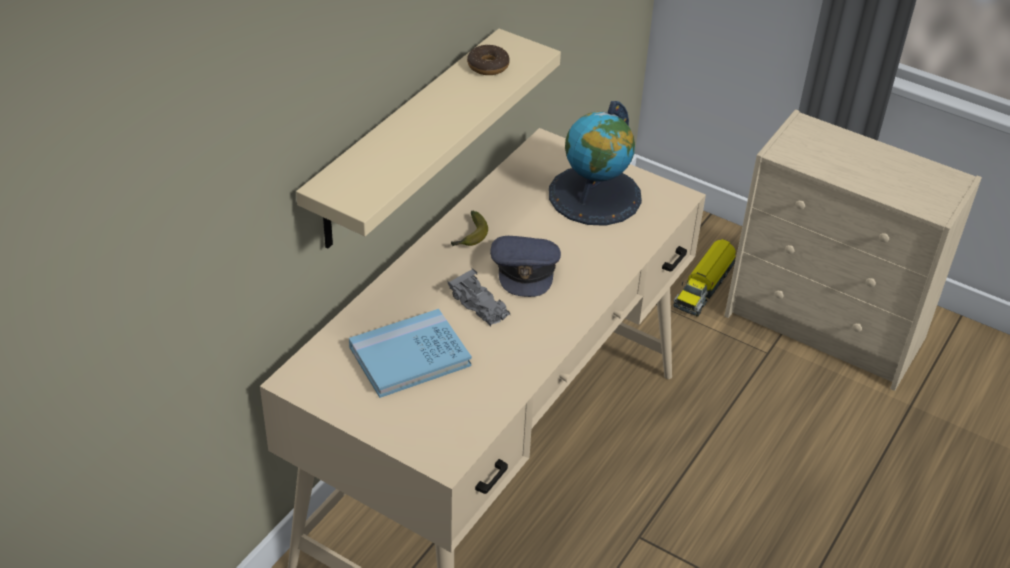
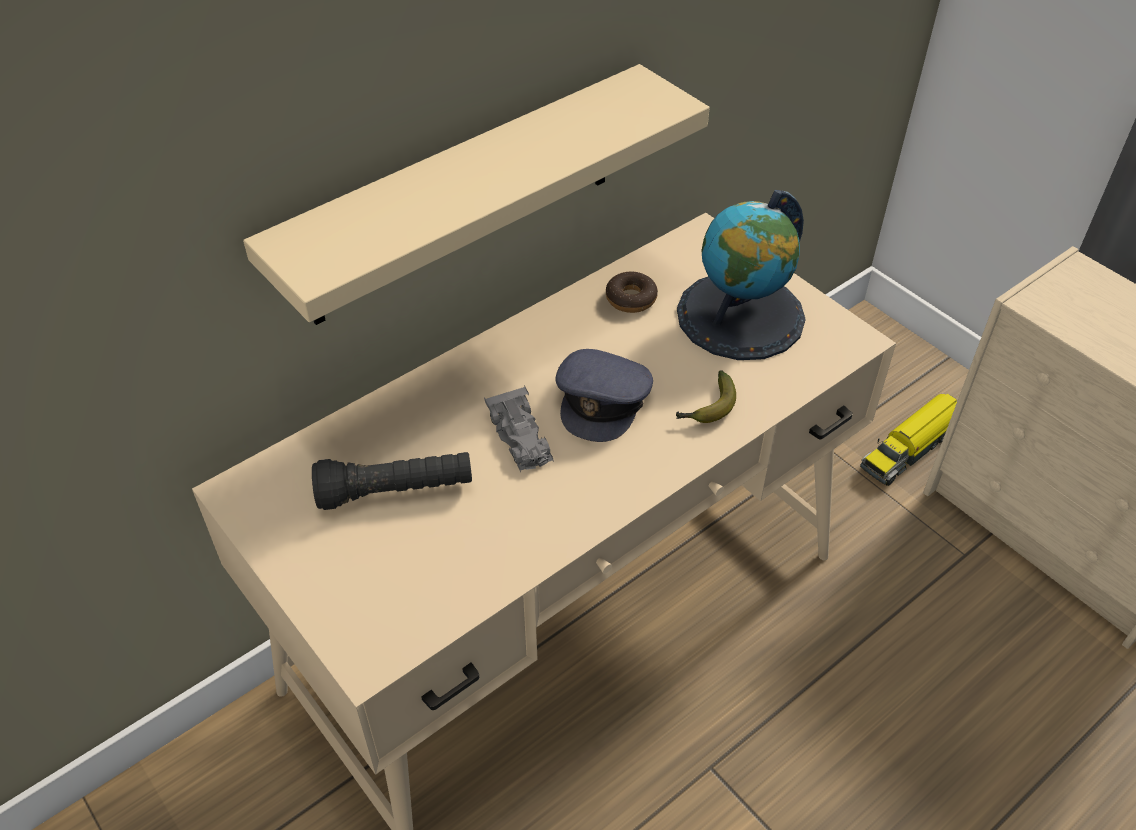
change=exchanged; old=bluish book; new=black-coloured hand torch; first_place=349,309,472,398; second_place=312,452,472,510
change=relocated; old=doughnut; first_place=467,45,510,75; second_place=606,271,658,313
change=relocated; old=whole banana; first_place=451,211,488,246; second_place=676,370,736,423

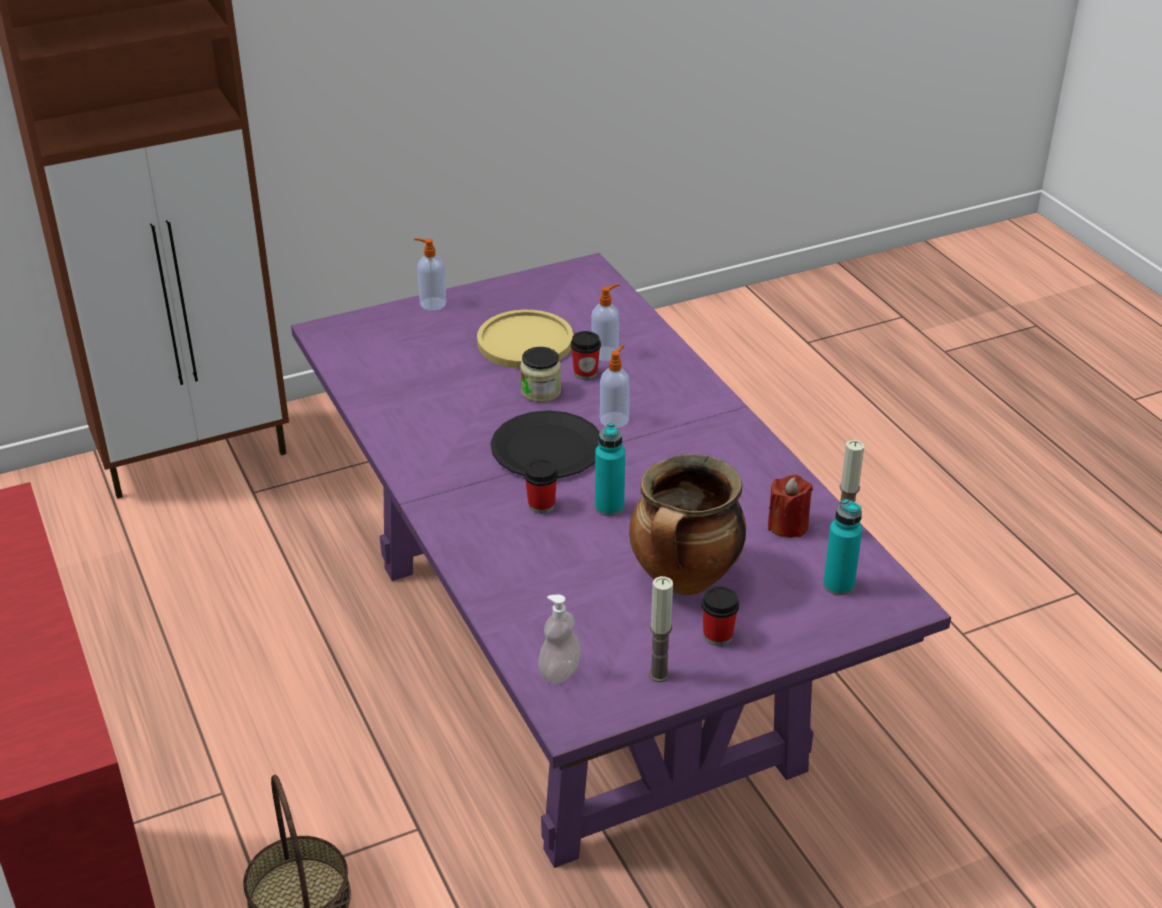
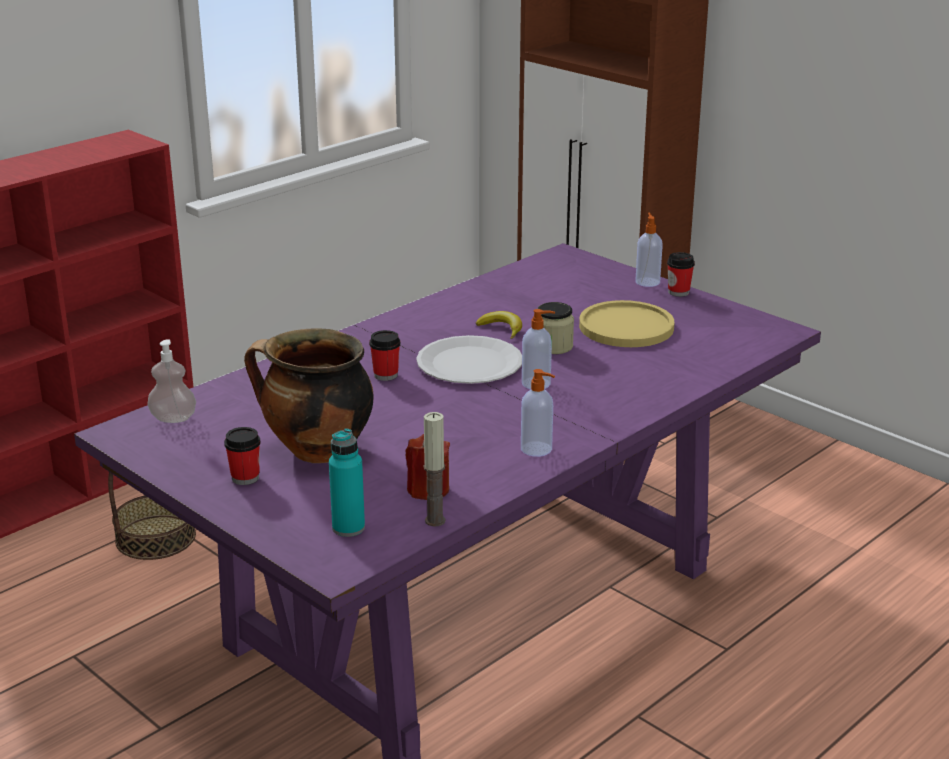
change=colour; old=black-coloured dinner plate; new=whitish dinner plate; first_place=491,410,600,478; second_place=416,335,522,384
change=appeared; new=whole banana; second_place=476,311,522,339
change=relocated; old=liquid soap bottle; first_place=591,284,620,361; second_place=521,369,555,457
change=relocated; old=drinking cup; first_place=571,331,601,380; second_place=667,252,695,297
change=missing; old=turquoise beverage bottle; first_place=595,423,625,516
change=missing; old=wax light; first_place=648,576,673,682

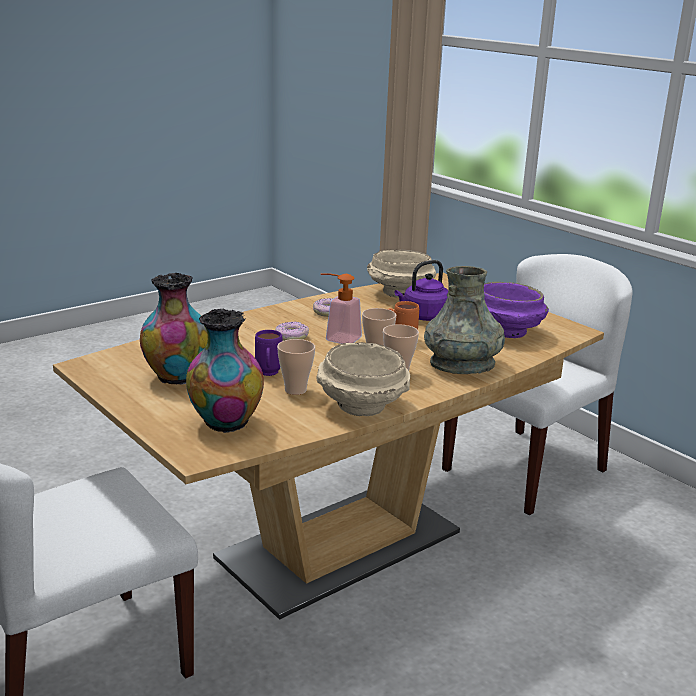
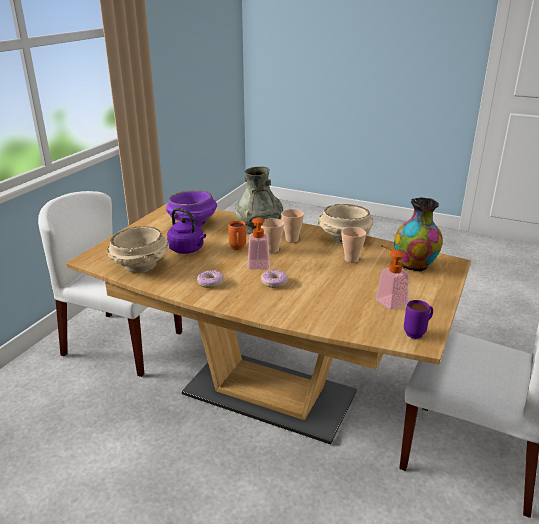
change=exchanged; old=vase; new=liquid soap bottle; first_place=140,273,208,385; second_place=376,245,409,309
change=relocated; old=purple tea mug; first_place=255,330,283,376; second_place=404,300,433,339

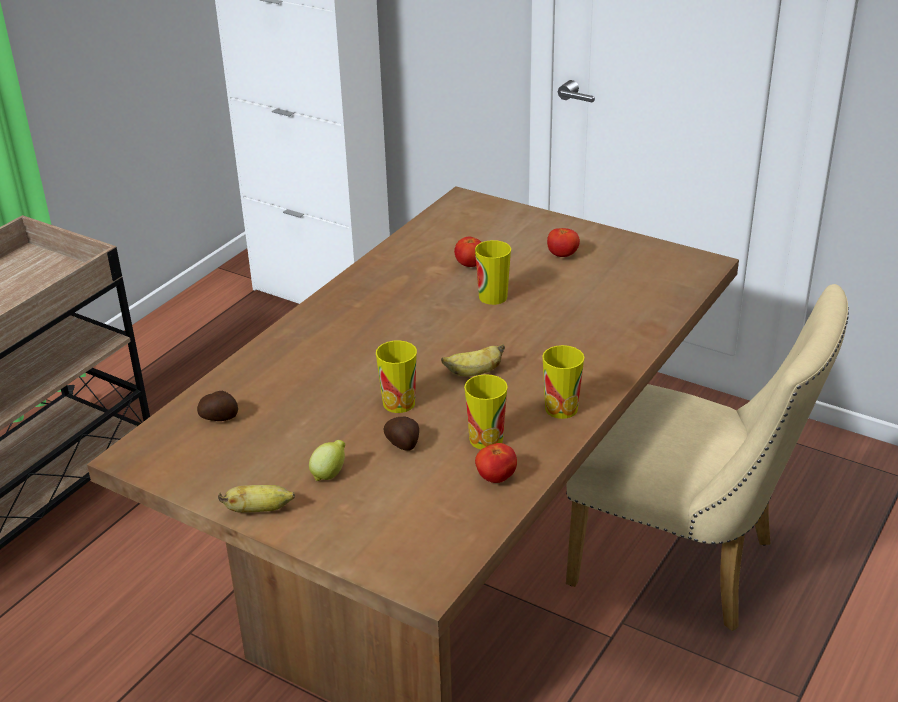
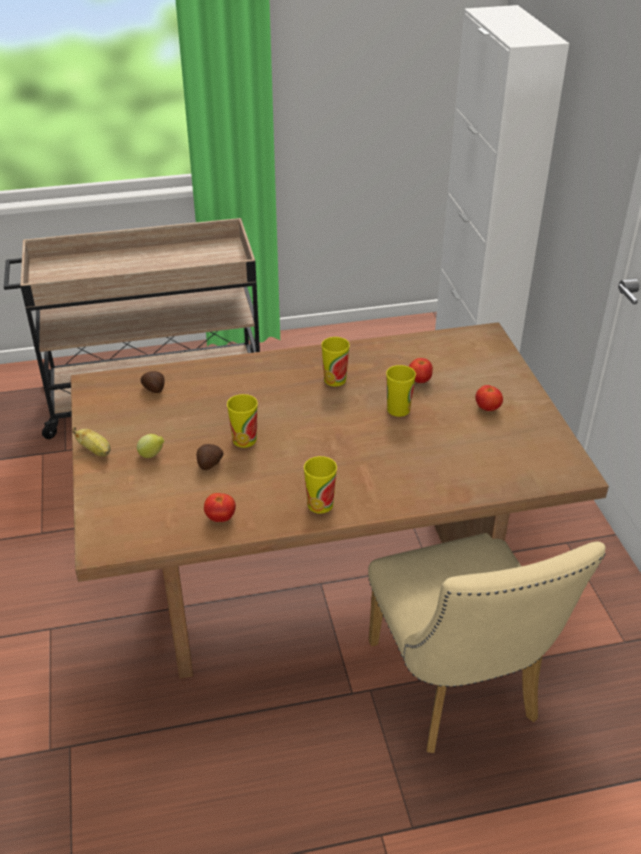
change=relocated; old=drinking cup; first_place=464,374,508,449; second_place=321,337,350,386
change=missing; old=whole banana; first_place=441,344,505,376

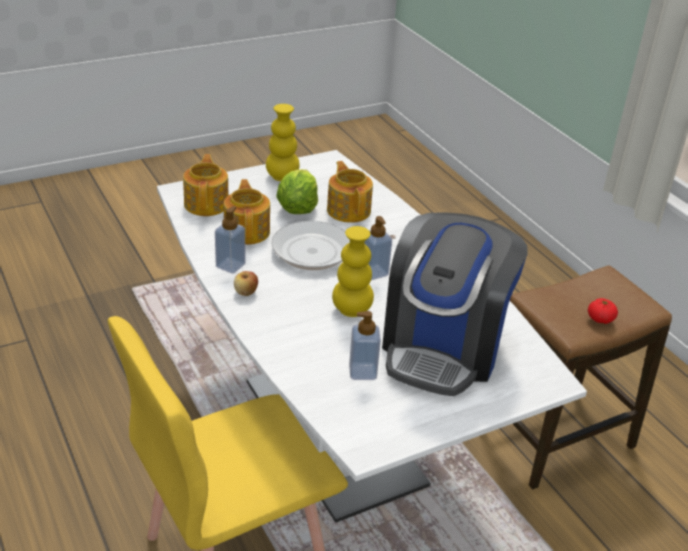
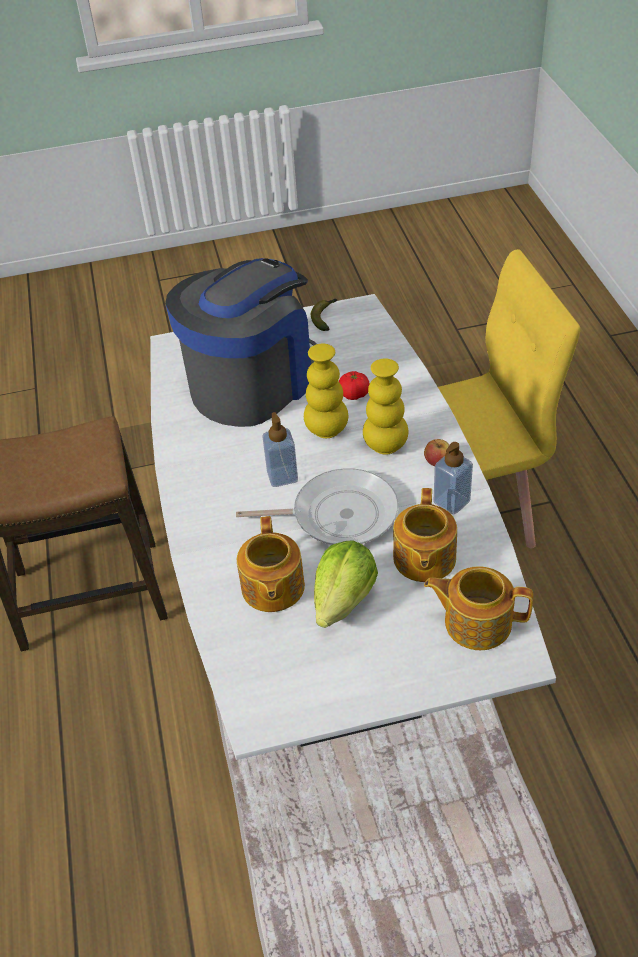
change=appeared; new=whole banana; second_place=311,299,338,331
change=relocated; old=whole tomato; first_place=588,298,618,324; second_place=339,371,370,400
change=relocated; old=yellowish vase; first_place=266,104,300,181; second_place=363,358,409,454
change=spun; old=teapot; first_place=183,154,229,216; second_place=424,566,533,650; degrees=90
change=missing; old=liquid soap bottle; first_place=349,311,381,380

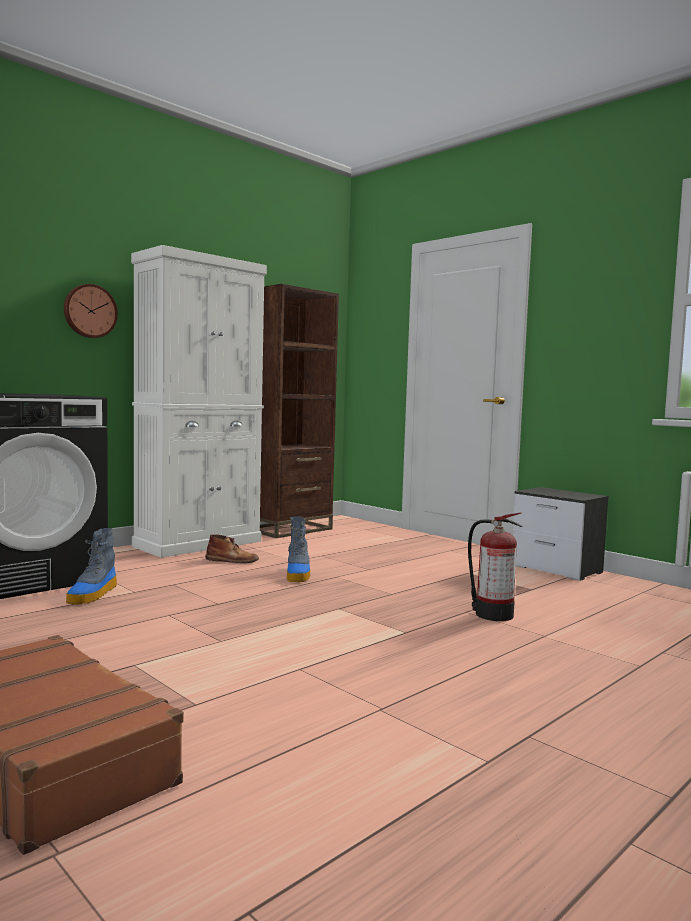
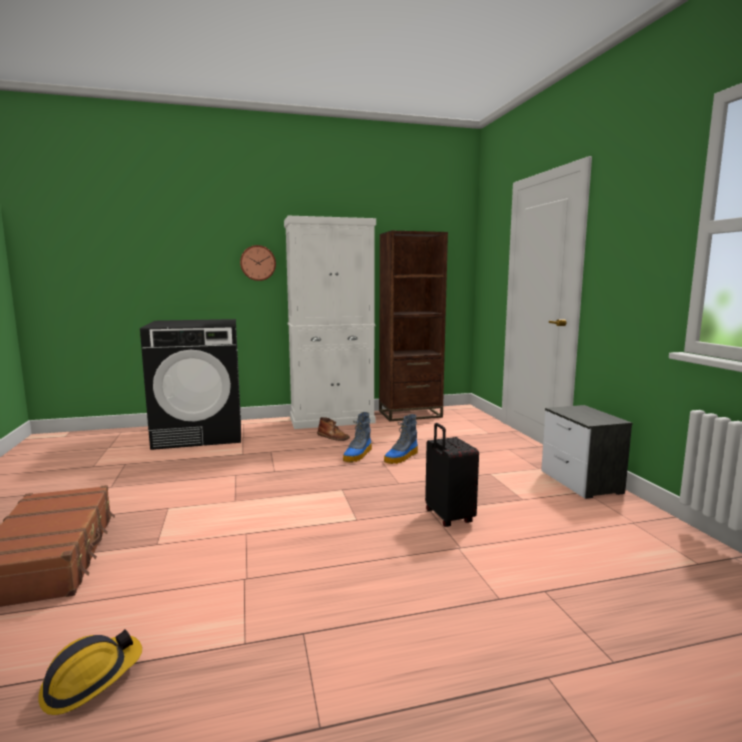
change=appeared; new=hard hat; second_place=39,629,142,715
change=relocated; old=high-top boot; first_place=66,528,117,605; second_place=384,414,418,464
change=exchanged; old=fire-fighting cylinder; new=black-coloured piece of luggage; first_place=468,513,522,621; second_place=425,423,479,527

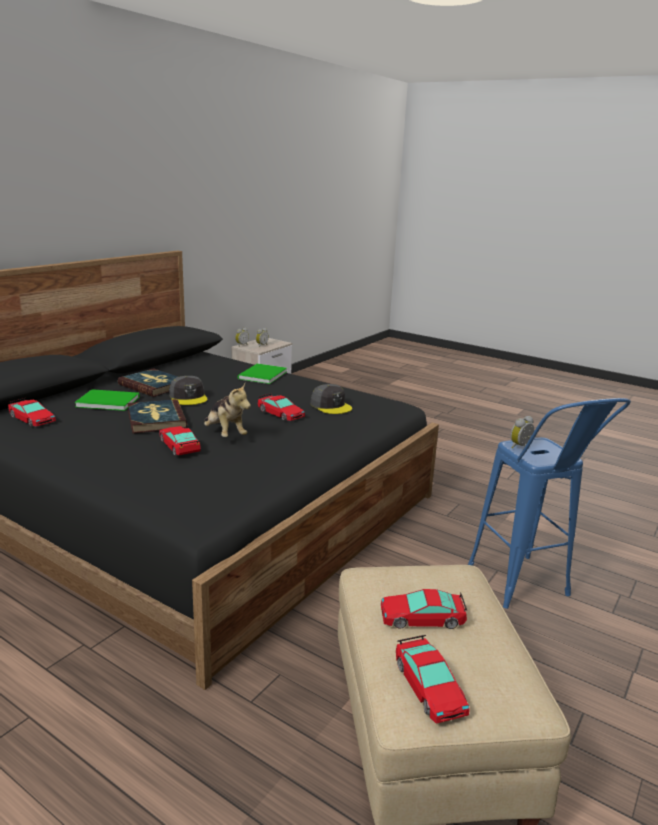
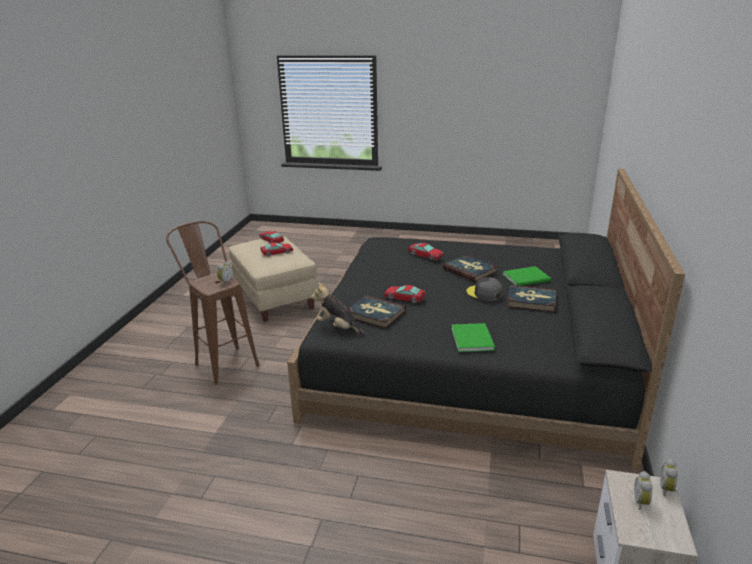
change=colour; old=bluish sitting stool; new=brown-coloured sitting stool; first_place=468,398,631,609; second_place=166,221,260,384
change=relocated; old=soft toy; first_place=204,383,251,437; second_place=311,282,367,336
change=exchanged; old=greyish baseball cap; new=book; first_place=311,384,352,414; second_place=348,295,406,329
change=missing; old=model car; first_place=8,398,56,426

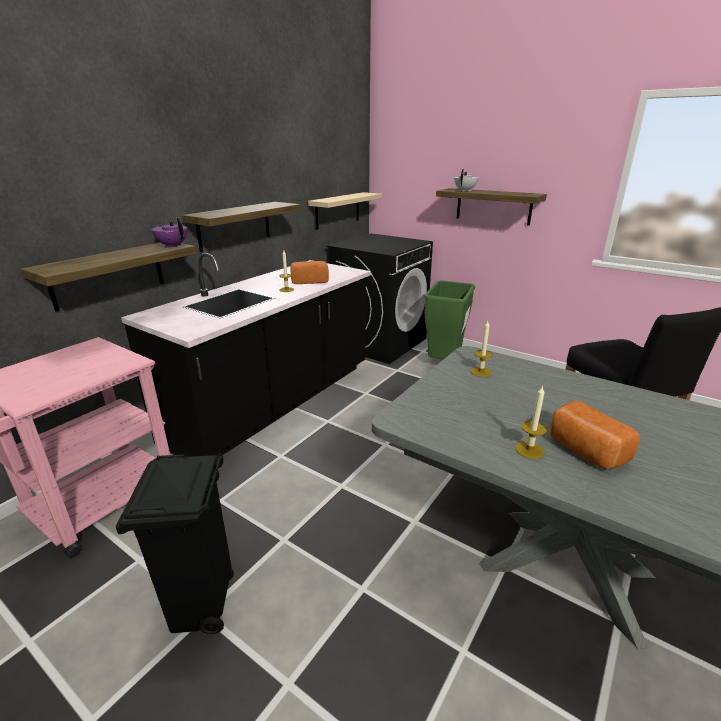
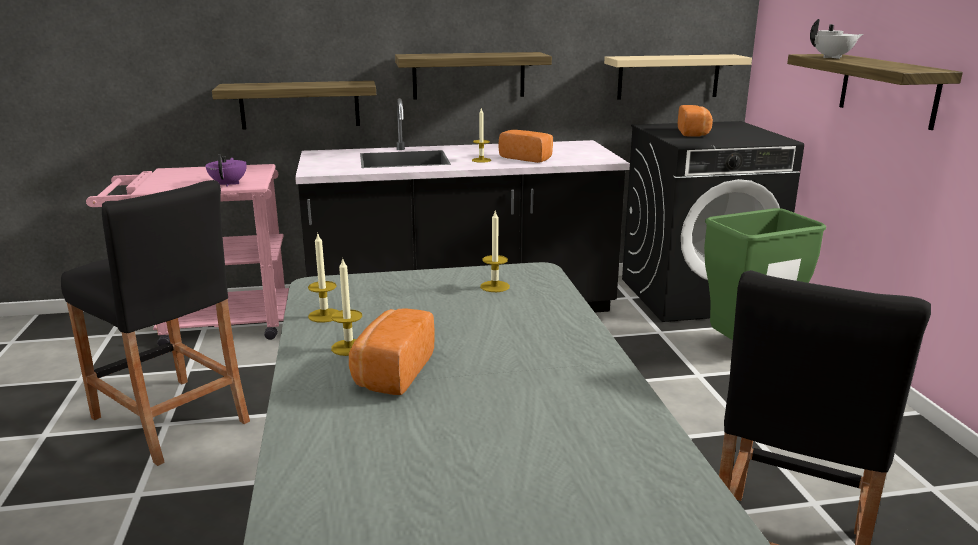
change=exchanged; old=black-coloured rubbish bin; new=black-coloured sitting stool; first_place=116,454,234,634; second_place=61,180,250,466
change=relocated; old=purple teapot; first_place=151,218,187,248; second_place=205,155,247,187
change=appeared; new=wax light; second_place=308,234,338,323
change=appeared; new=baked bread; second_place=678,105,713,137

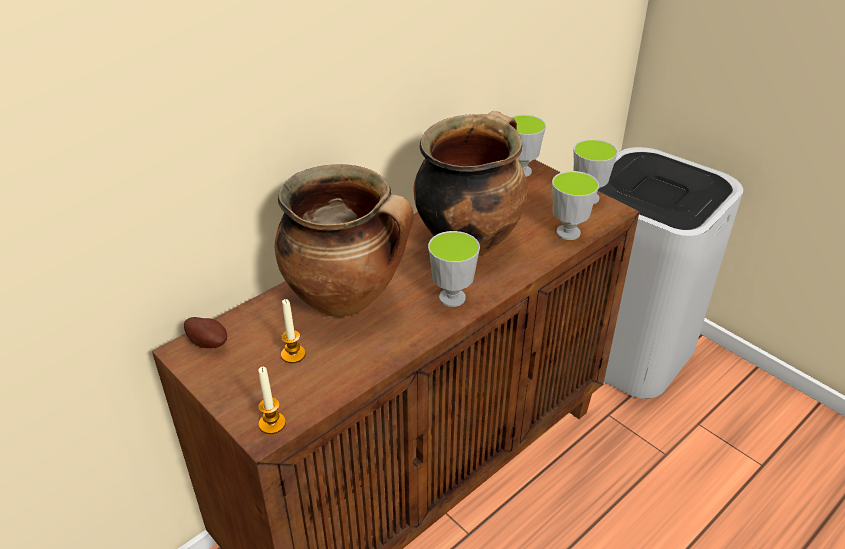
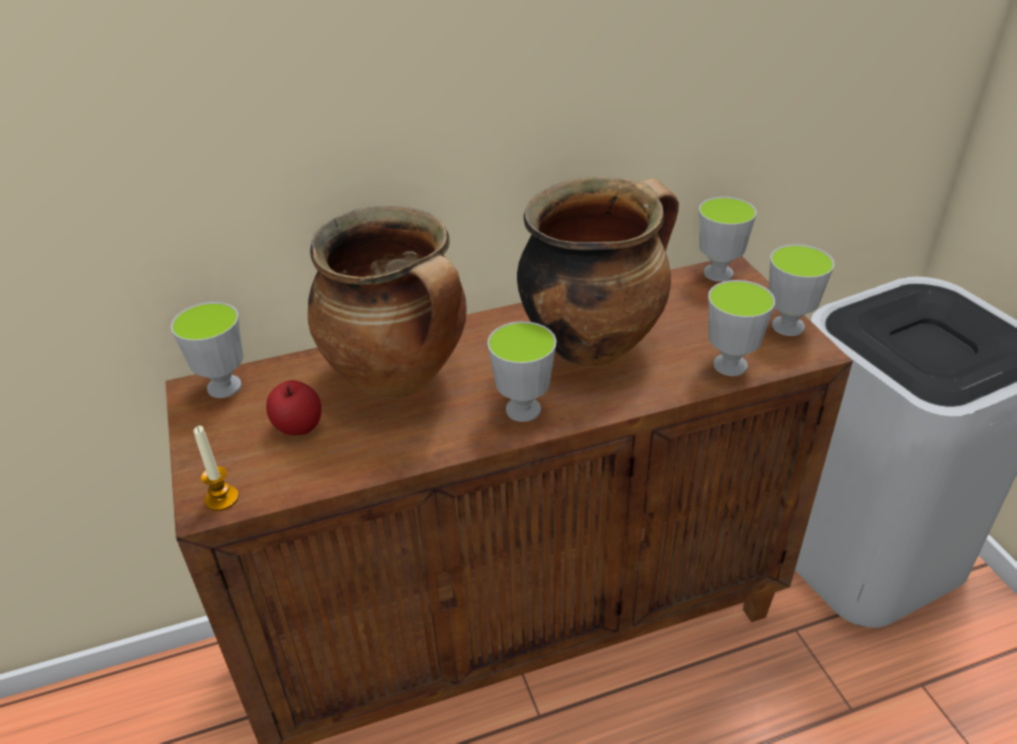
change=exchanged; old=potato; new=drinking cup; first_place=184,317,227,348; second_place=171,302,243,398
change=exchanged; old=wax light; new=apple fruit; first_place=281,299,306,363; second_place=266,380,322,435

